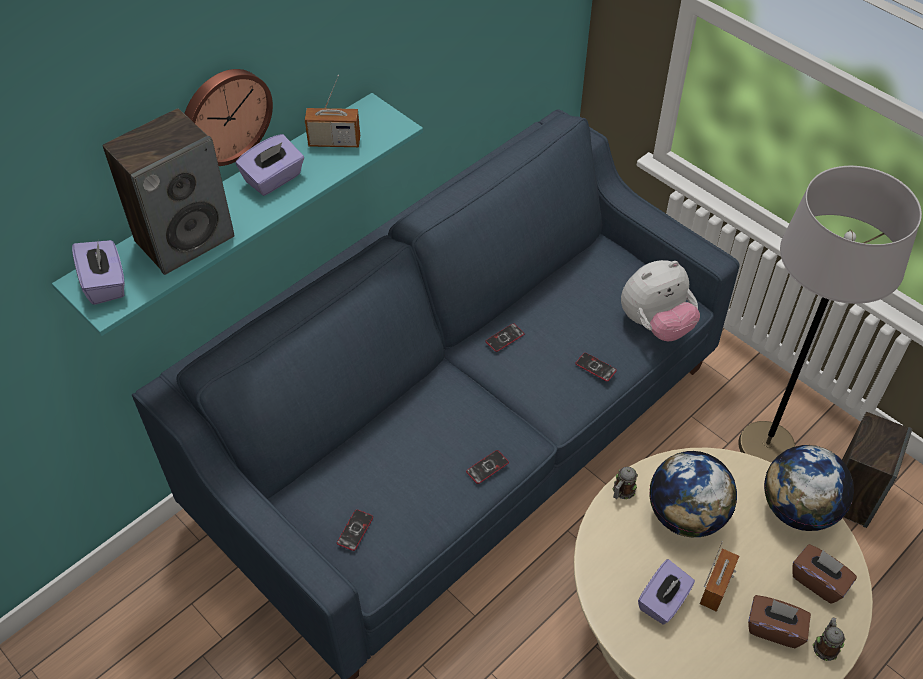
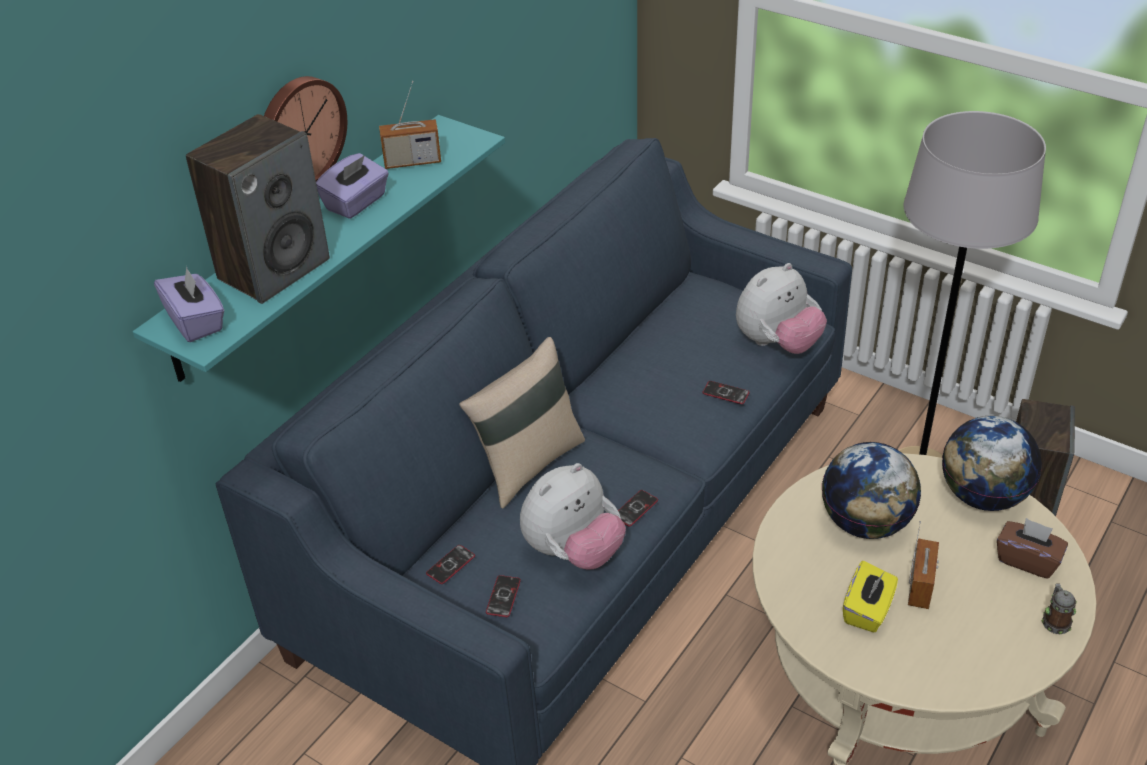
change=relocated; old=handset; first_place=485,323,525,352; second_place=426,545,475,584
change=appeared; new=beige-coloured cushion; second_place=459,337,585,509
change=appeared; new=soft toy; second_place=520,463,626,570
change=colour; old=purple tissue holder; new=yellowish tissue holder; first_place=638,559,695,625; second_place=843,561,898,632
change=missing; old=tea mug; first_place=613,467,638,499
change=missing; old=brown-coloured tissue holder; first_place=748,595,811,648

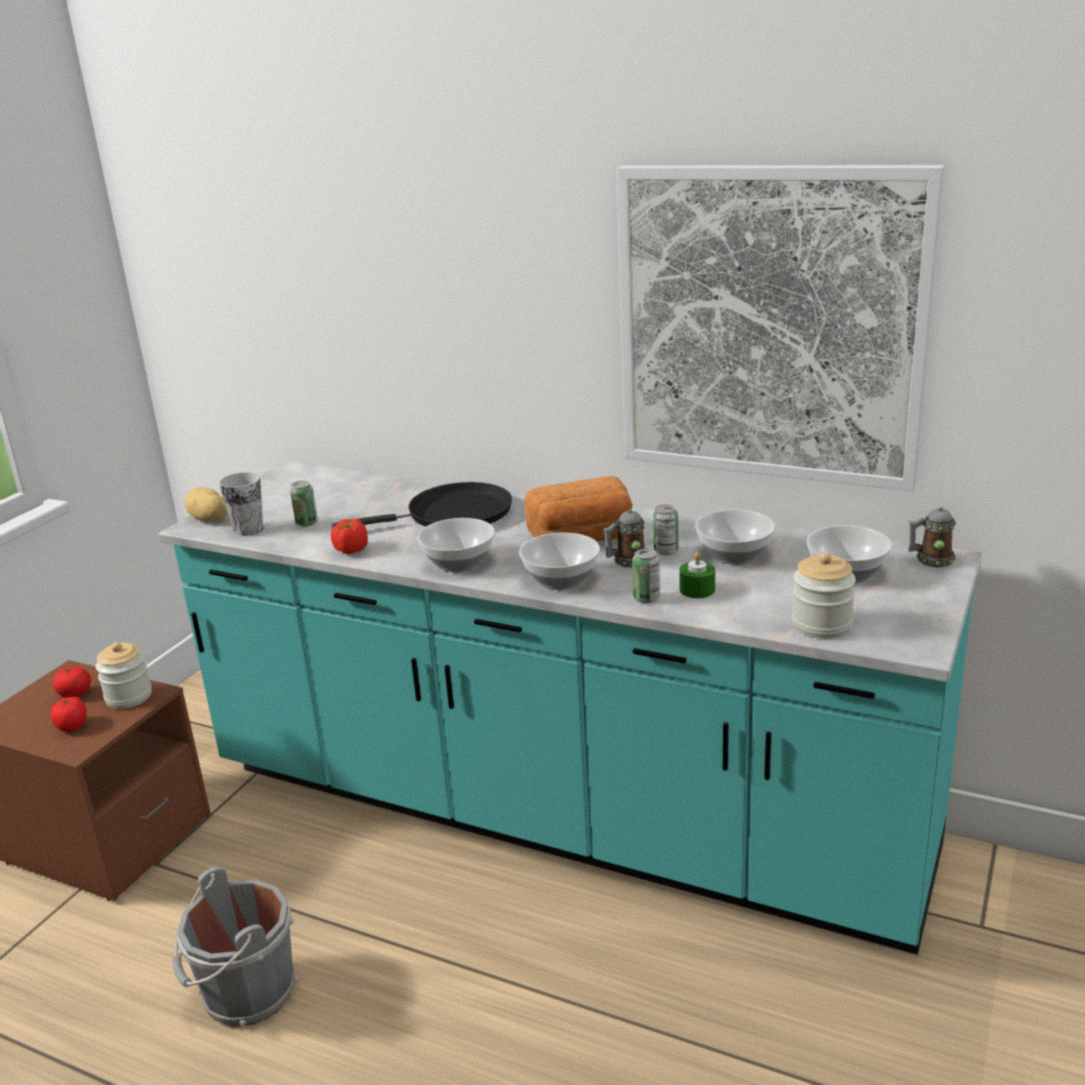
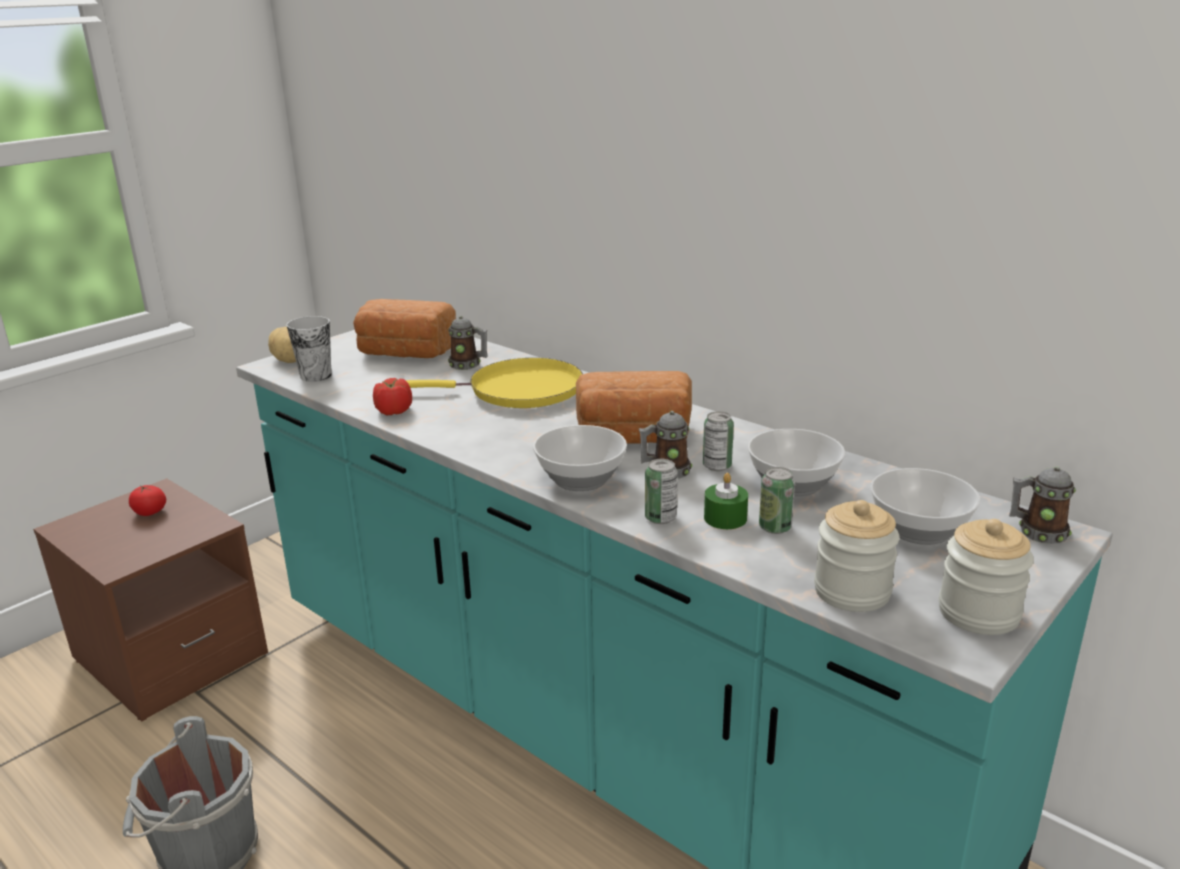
change=appeared; new=baked bread; second_place=353,299,456,358
change=colour; old=black-coloured skillet; new=yellowish skillet; first_place=332,482,512,528; second_place=406,358,583,408
change=appeared; new=tea mug; second_place=448,316,488,370
change=relocated; old=sealed can; first_place=290,481,318,527; second_place=759,467,795,534
change=relocated; old=preserve jar; first_place=96,642,152,709; second_place=939,519,1034,635
change=missing; old=whole tomato; first_place=51,697,87,732
change=missing; old=serving bowl; first_place=417,518,495,572
change=missing; old=wall art; first_place=616,165,945,491

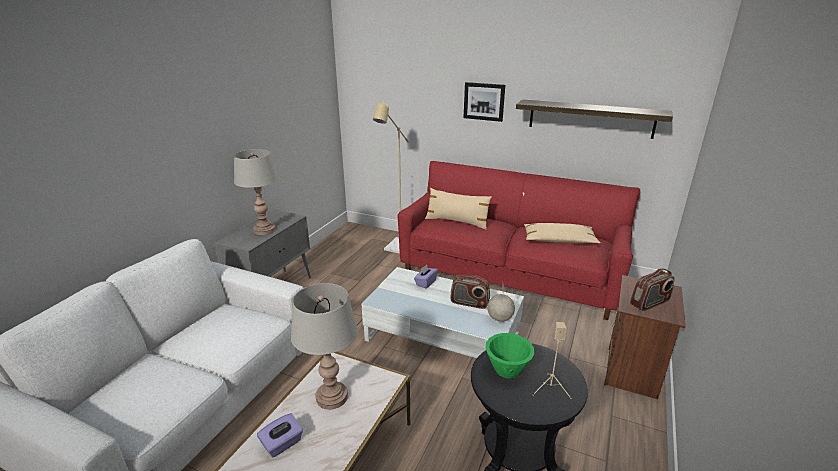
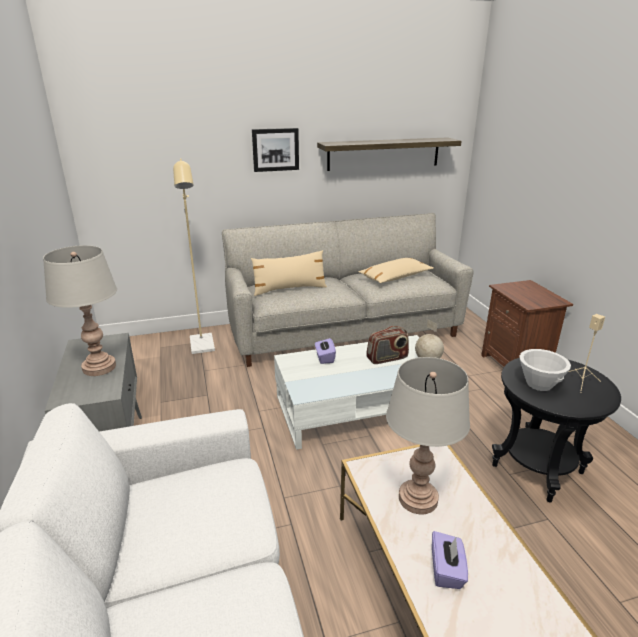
change=colour; old=red settee; new=greyish settee; first_place=398,161,640,320; second_place=222,213,474,367
change=colour; old=green-coloured serving bowl; new=whitish serving bowl; first_place=485,333,534,379; second_place=519,349,571,391
change=missing; old=radio set; first_place=630,268,675,311

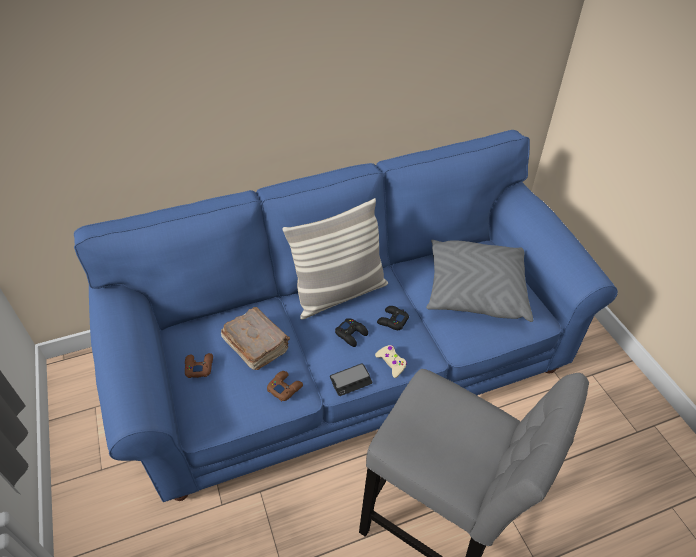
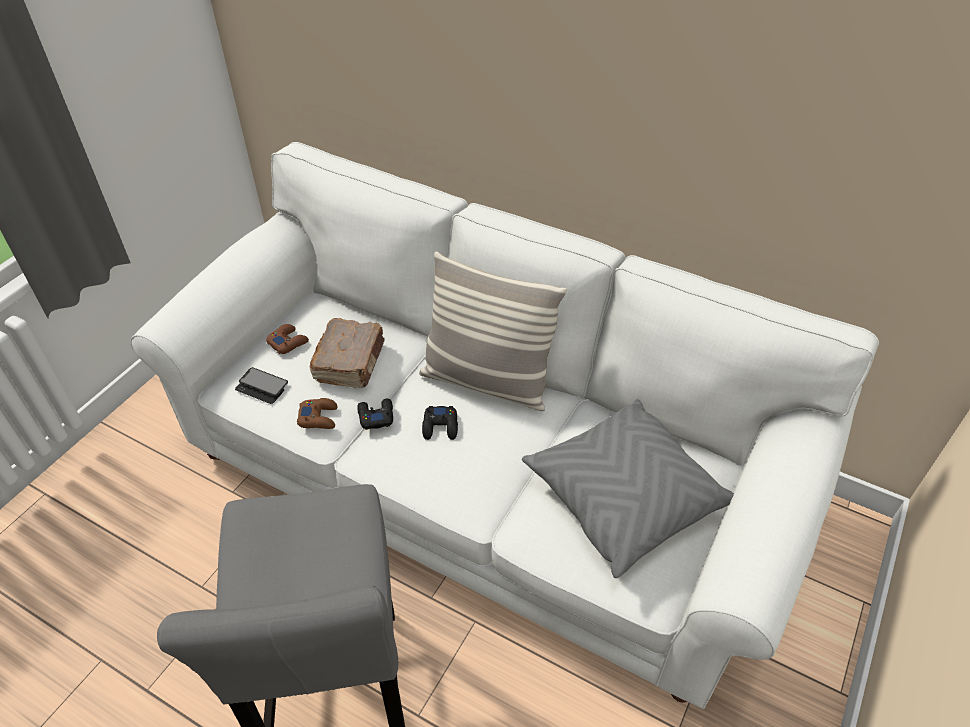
change=colour; old=bluish settee; new=whitish settee; first_place=74,130,618,502; second_place=130,142,879,709
change=relocated; old=handset; first_place=330,363,372,396; second_place=235,367,288,404
change=relocated; old=black-coloured gamepad; first_place=377,306,409,330; second_place=357,399,393,430
change=missing; old=beige-coloured gamepad; first_place=375,345,407,378

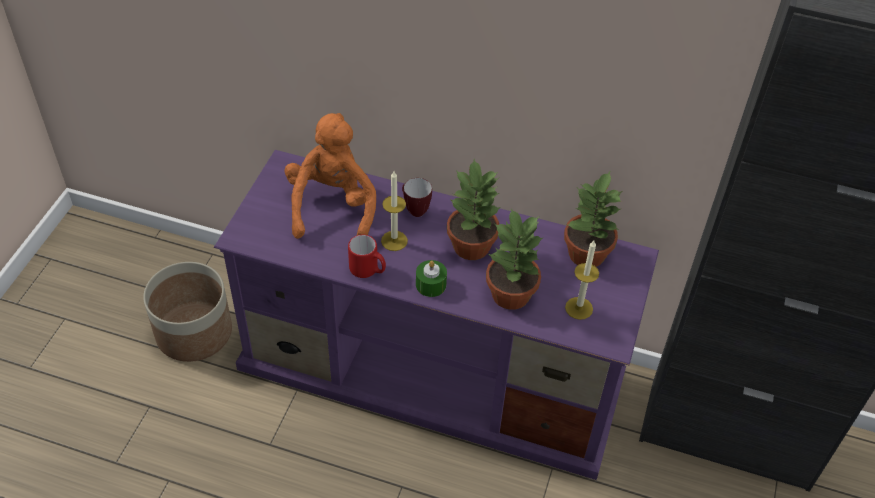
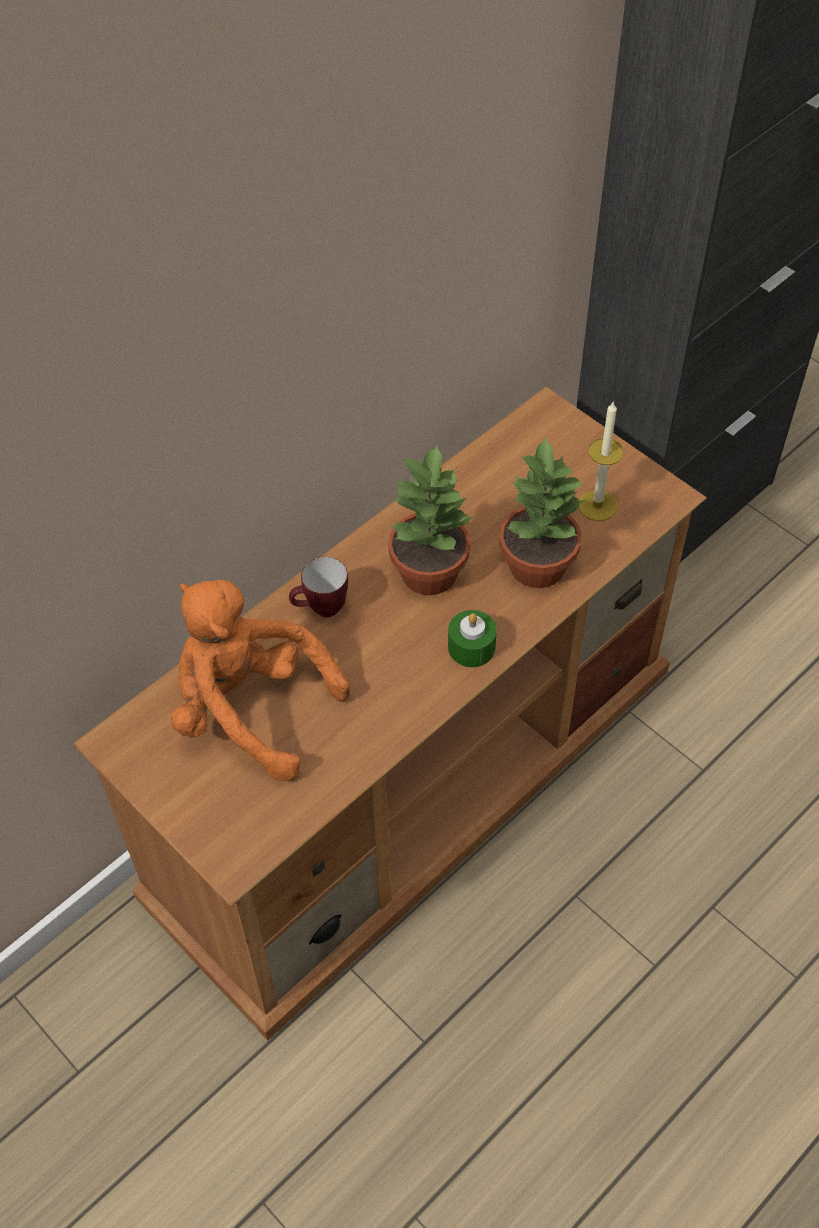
change=colour; old=purple media console; new=brown-coloured media console; first_place=214,150,659,480; second_place=73,387,707,1041
change=missing; old=plant pot; first_place=143,262,232,362
change=missing; old=red tea mug; first_place=348,234,386,278
change=missing; old=wax light; first_place=381,171,408,251
change=missing; old=plant in a pot; first_place=564,172,623,267

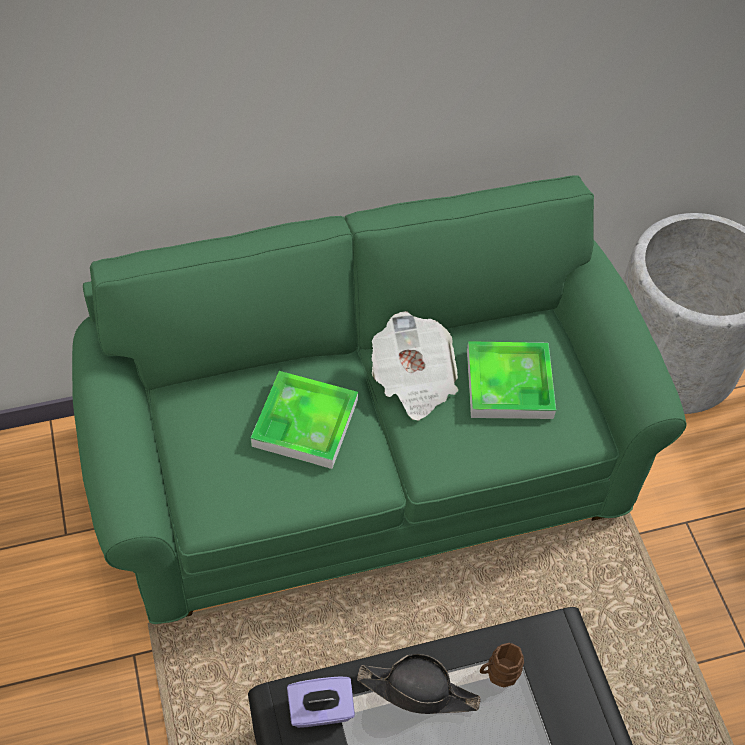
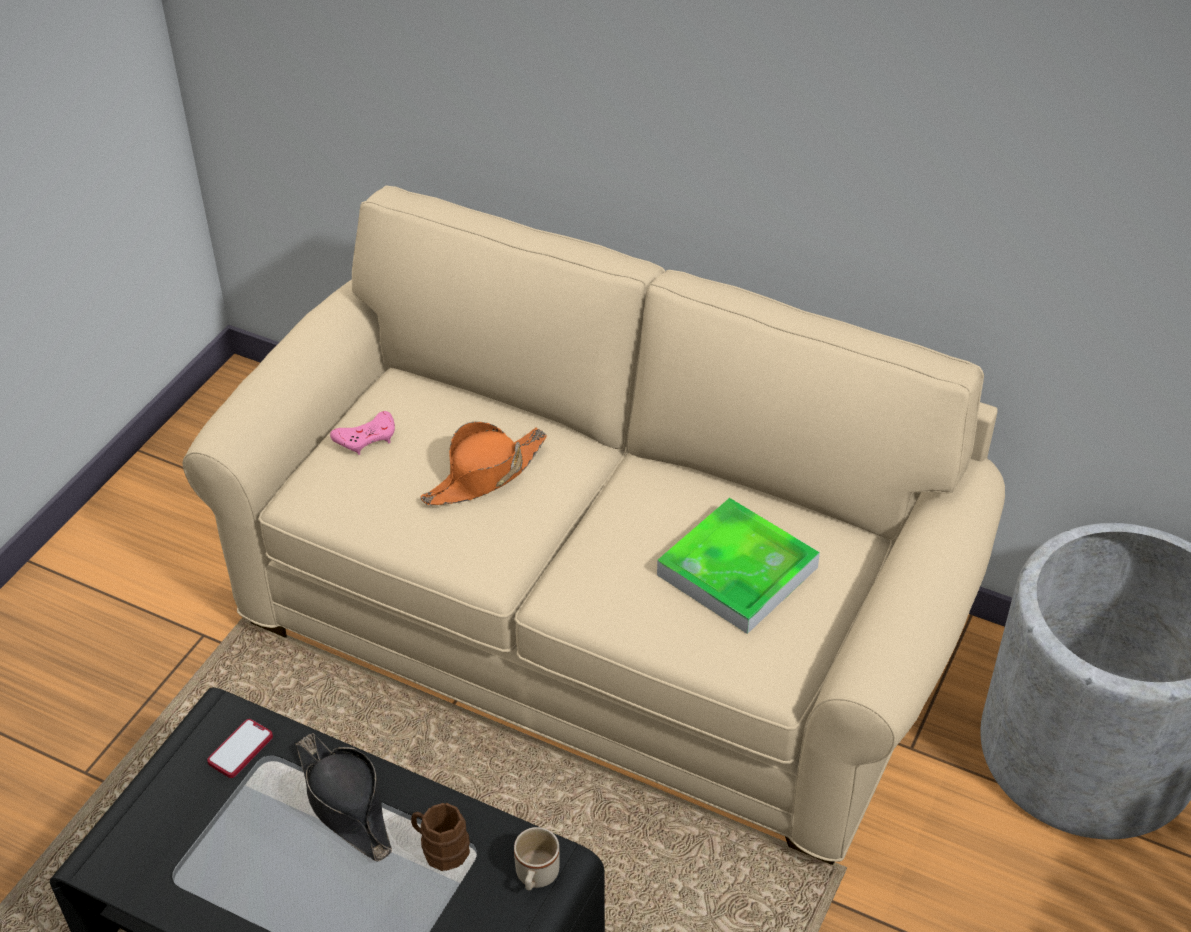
change=colour; old=green-coloured settee; new=beige-coloured settee; first_place=72,176,687,624; second_place=182,186,1005,865
change=exchanged; old=purple tissue holder; new=handset; first_place=287,676,355,728; second_place=207,719,273,778
change=appeared; new=pink-coloured gamepad; second_place=330,411,395,455
change=exchanged; old=carrying tray; new=orange-coloured clothing hat; first_place=251,371,358,469; second_place=421,422,547,506
change=appeared; new=beige-coloured tea mug; second_place=514,827,560,890
change=missing; old=printed paper; first_place=371,311,458,421

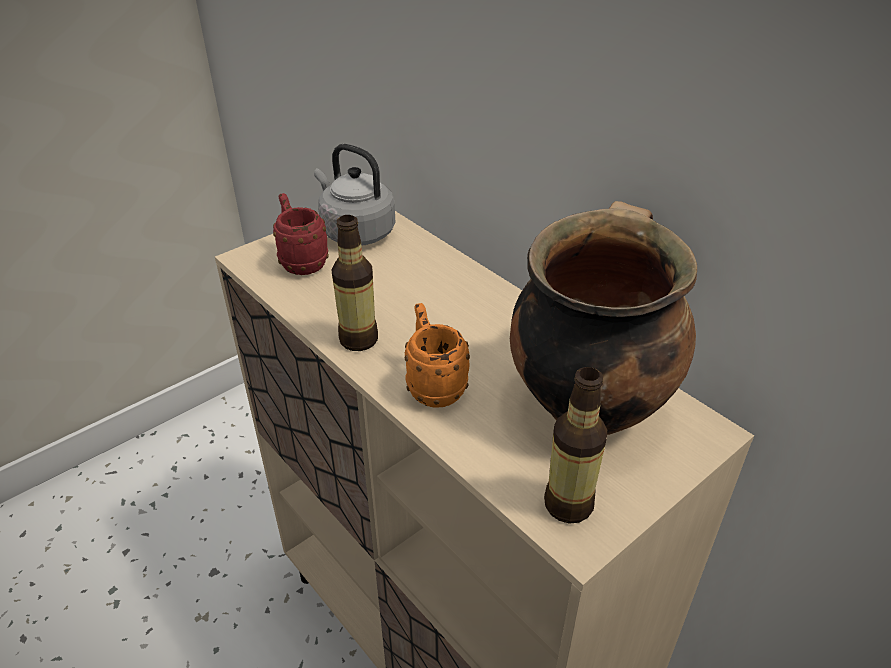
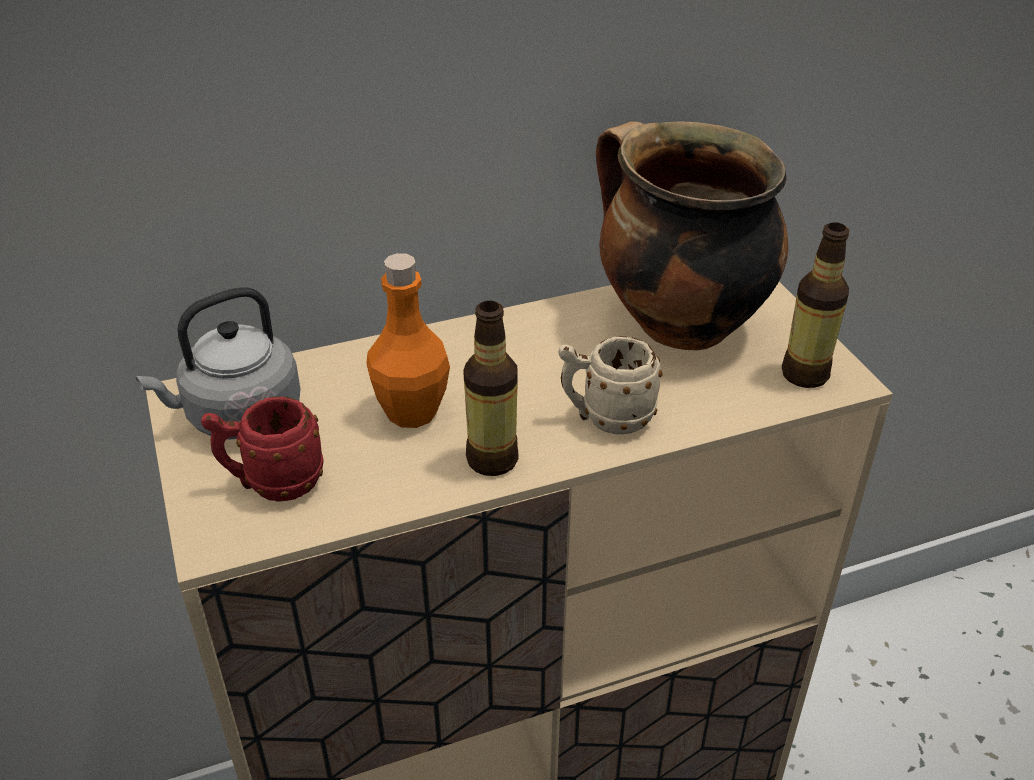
change=appeared; new=orange-coloured beverage bottle; second_place=366,253,450,428
change=colour; old=orange-coloured tea mug; new=beige-coloured tea mug; first_place=405,303,470,407; second_place=558,336,663,434

